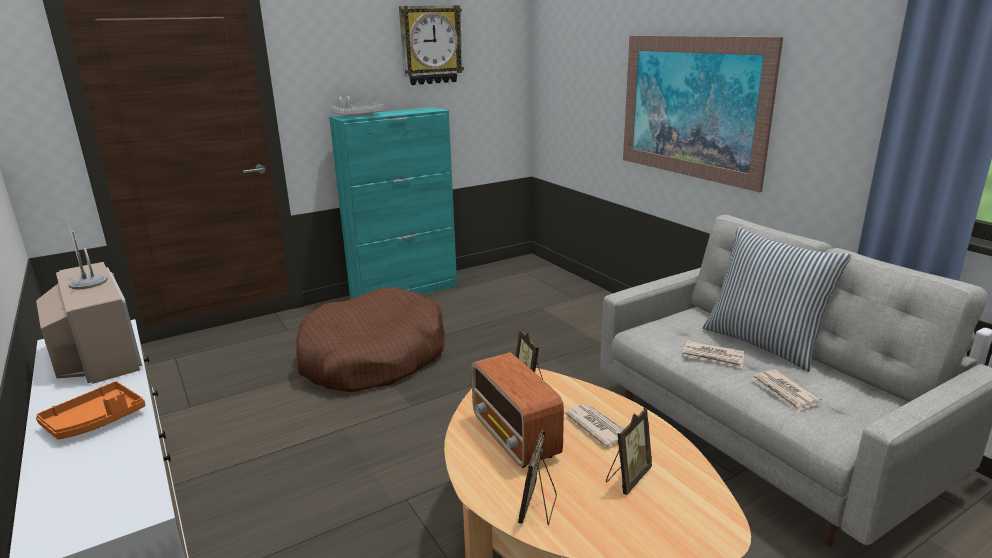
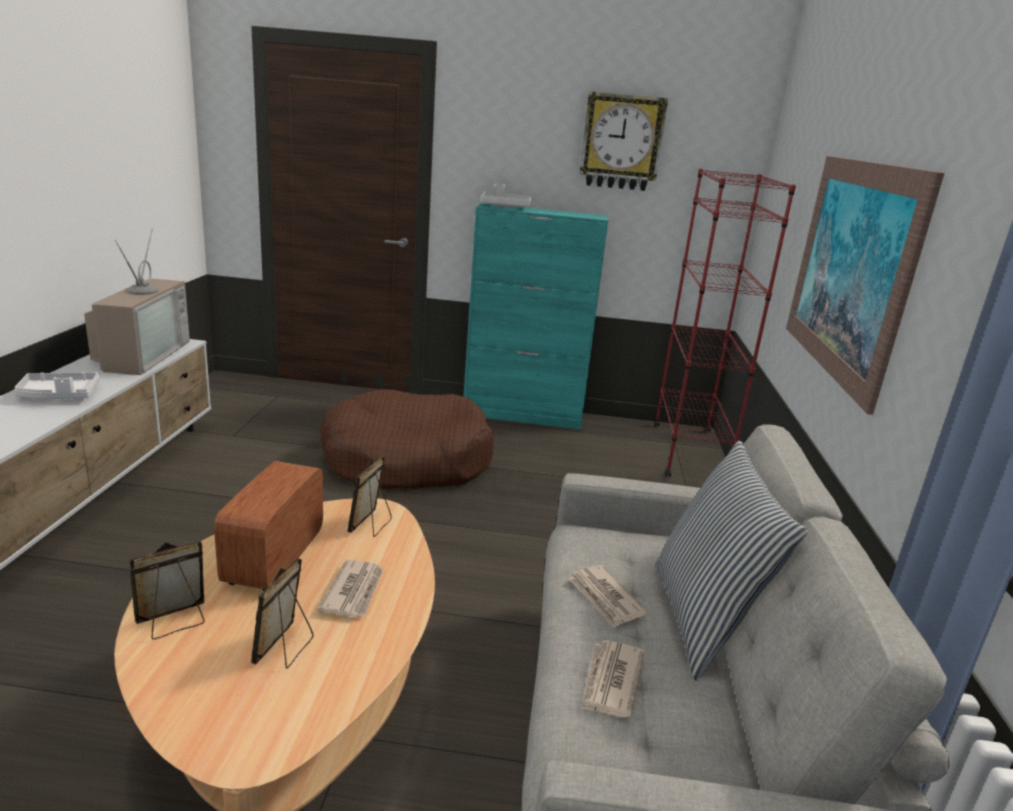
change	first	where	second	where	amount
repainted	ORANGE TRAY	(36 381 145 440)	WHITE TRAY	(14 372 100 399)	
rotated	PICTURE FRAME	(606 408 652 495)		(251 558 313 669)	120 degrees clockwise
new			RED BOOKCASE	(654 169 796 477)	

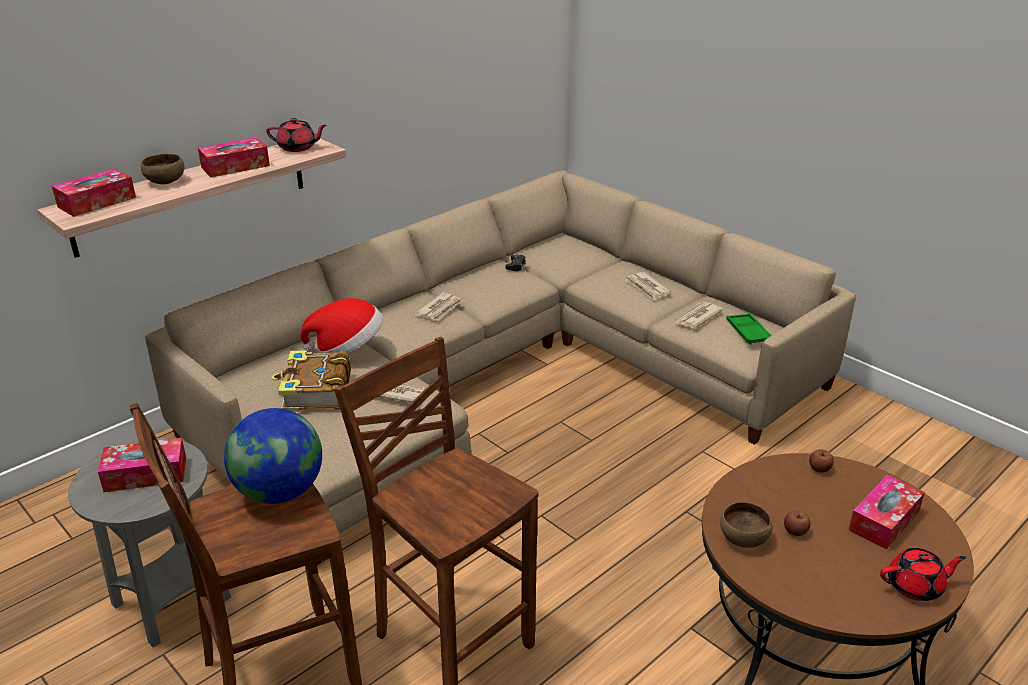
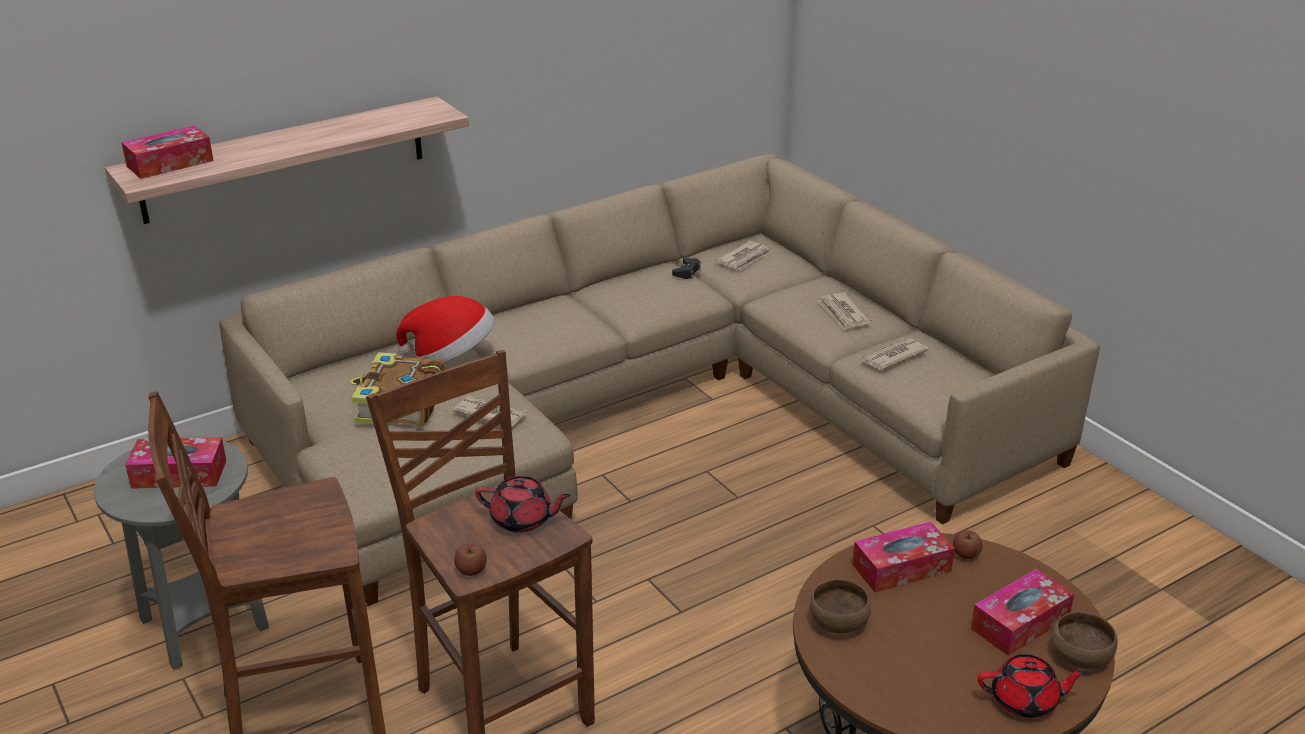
change	first	where	second	where	amount
shifted	RED TEAPOT	(266 118 327 152)		(475 476 571 533)	
shifted	TISSUE BOX	(198 137 270 178)		(852 521 955 592)	
shifted	BROWN BOWL	(141 154 184 184)		(1052 612 1118 669)	
shifted	NEWSPAPER	(414 292 462 321)		(715 241 772 270)	
gone	GREEN TRAY	(726 313 772 344)			
gone	GLOBE	(224 408 322 504)			
shifted	APPLE	(784 510 811 536)		(454 544 487 576)	

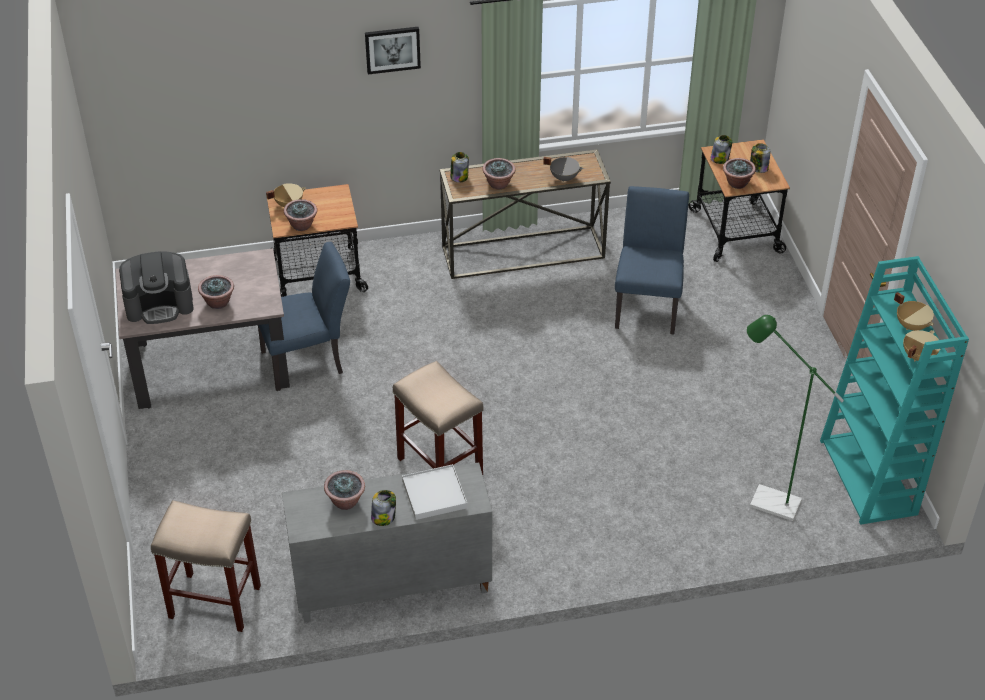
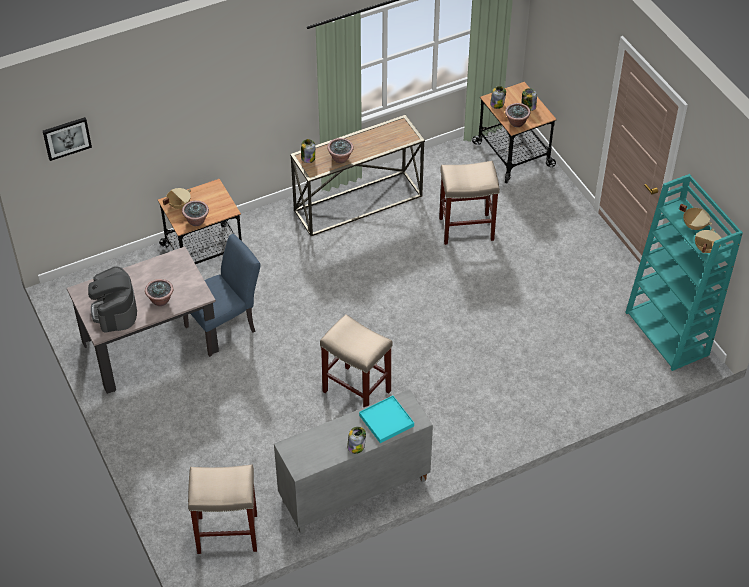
change	first	where	second	where	amount
shifted	PICTURE	(365 27 421 74)		(43 117 92 161)	
gone	GREY COOKING POT	(543 157 584 183)			
swapped	BLUE CHAIR	(615 186 689 334)	BEIGE STOOL	(439 161 500 245)	
rotated	COFFEE MACHINE	(119 251 194 324)		(88 266 137 333)	105 degrees clockwise
gone	GREEN FLOOR LAMP	(747 315 844 521)			
repainted	WHITE TRAY	(402 464 467 520)	TURQUOISE TRAY	(359 395 414 443)	
gone	POTTED PLANT	(324 470 365 510)			

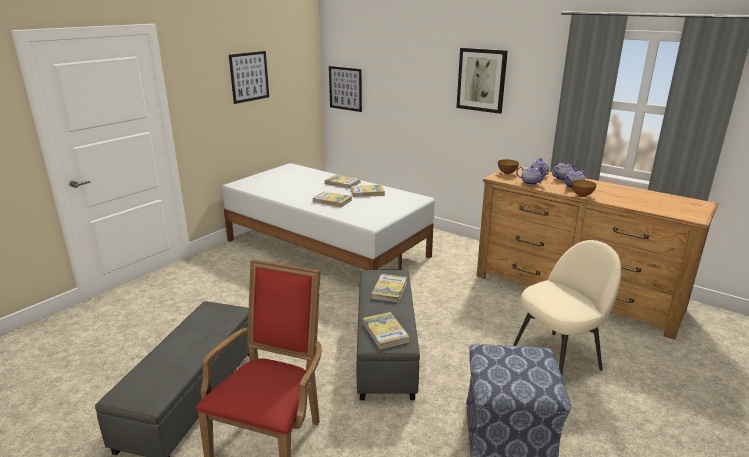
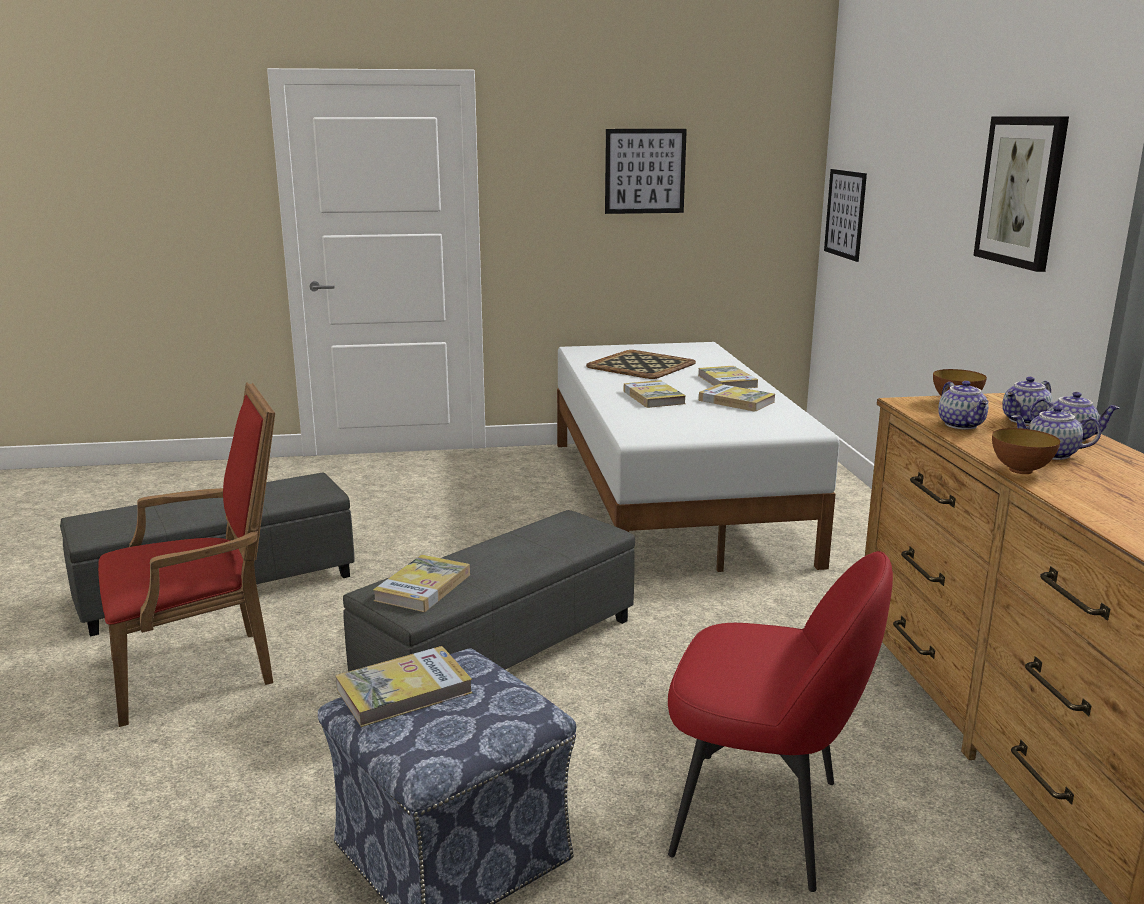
change	first	where	second	where	amount
repainted	BEIGE CHAIR	(513 240 621 375)	RED CHAIR	(668 551 893 892)	
shifted	BOOK	(371 274 407 302)		(336 646 473 727)	
new			TRAY	(586 350 696 379)	

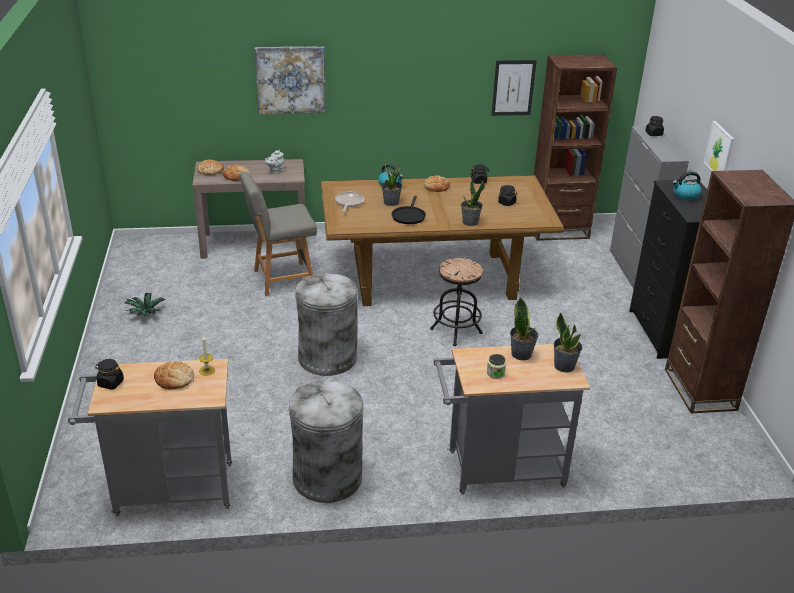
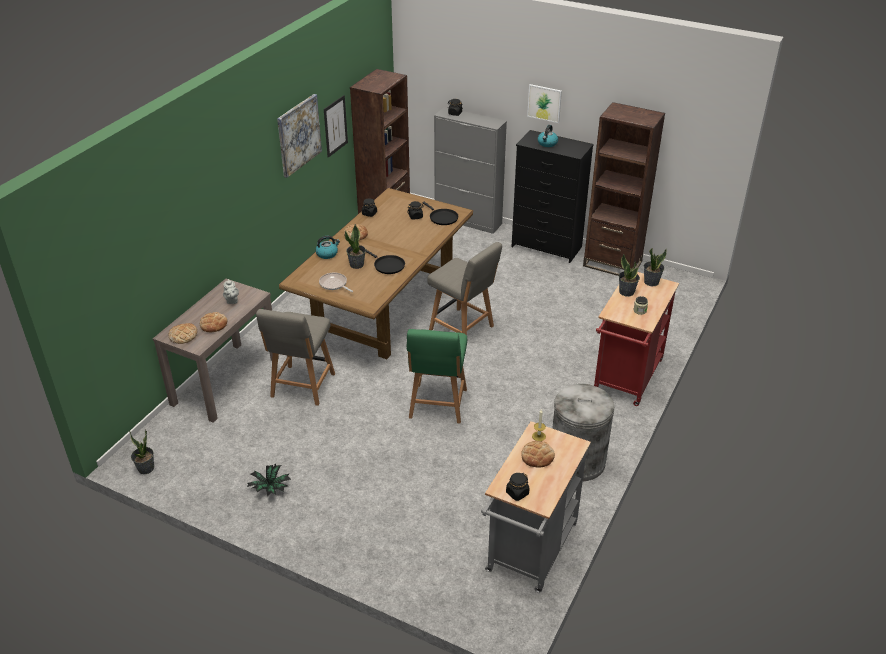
change	first	where	second	where	amount
shifted	PICTURE	(255 46 326 114)		(277 94 322 178)	
shifted	POTTED PLANT	(461 177 485 226)		(130 430 154 474)	
swapped	BLACK STOOL	(430 258 483 346)	GREY CHAIR	(427 242 502 335)	
swapped	GREY TRASH CAN	(295 273 358 376)	GREEN CHAIR	(407 329 467 423)	
repainted	GREY CART	(433 344 590 494)	RED CART	(594 272 679 406)	
new			BLACK FRYING PAN	(422 202 459 225)	

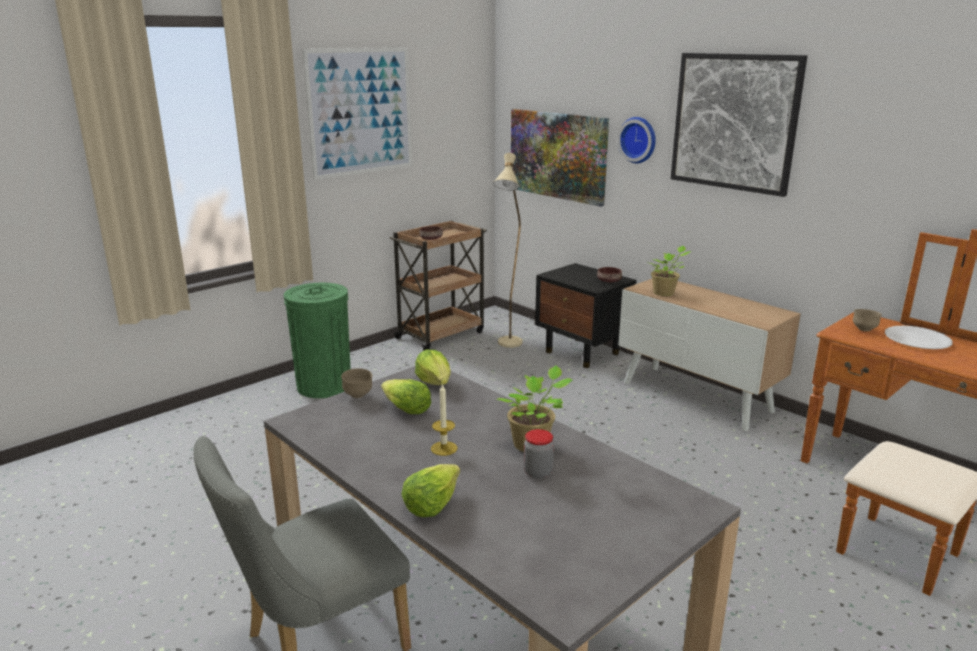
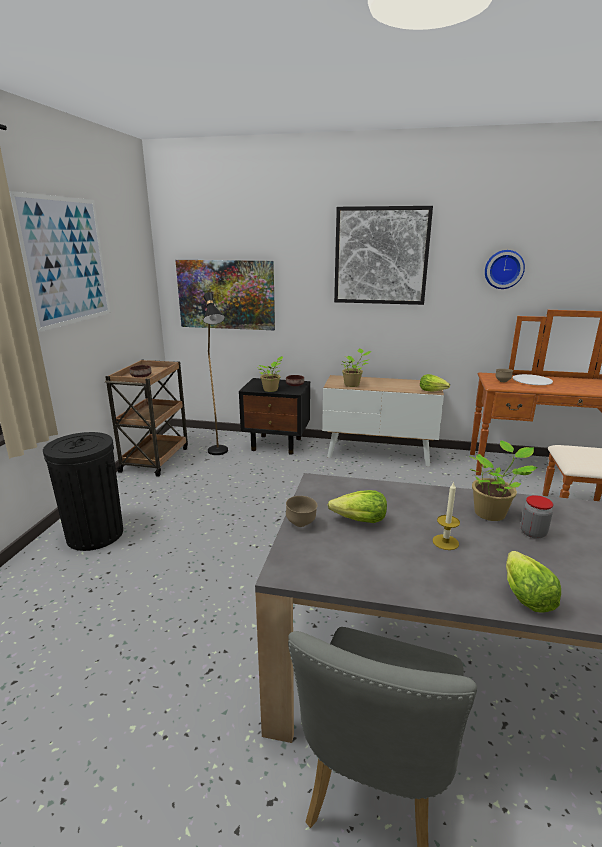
change	first	where	second	where	amount
shifted	WALL CLOCK	(617 117 656 163)		(485 250 525 289)	
repainted	BEIGE FLOOR LAMP	(493 153 522 348)	BLACK FLOOR LAMP	(203 292 228 455)	
repainted	GREEN TRASH CAN	(284 283 351 398)	BLACK TRASH CAN	(43 432 123 551)	
shifted	LETTUCE	(415 350 451 385)		(420 374 450 392)	
new			POTTED PLANT	(256 356 283 392)	

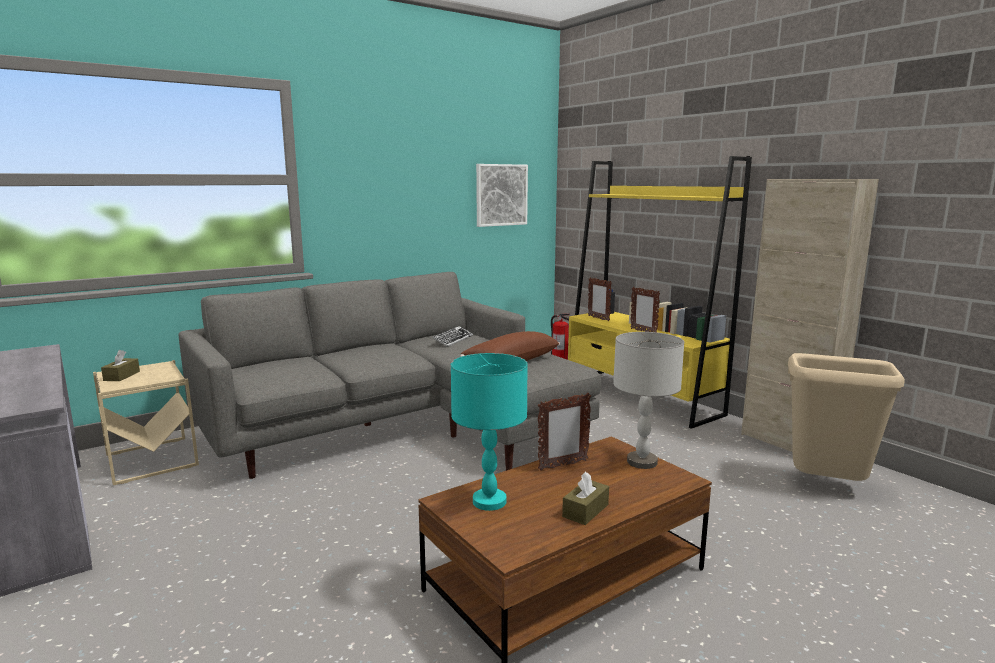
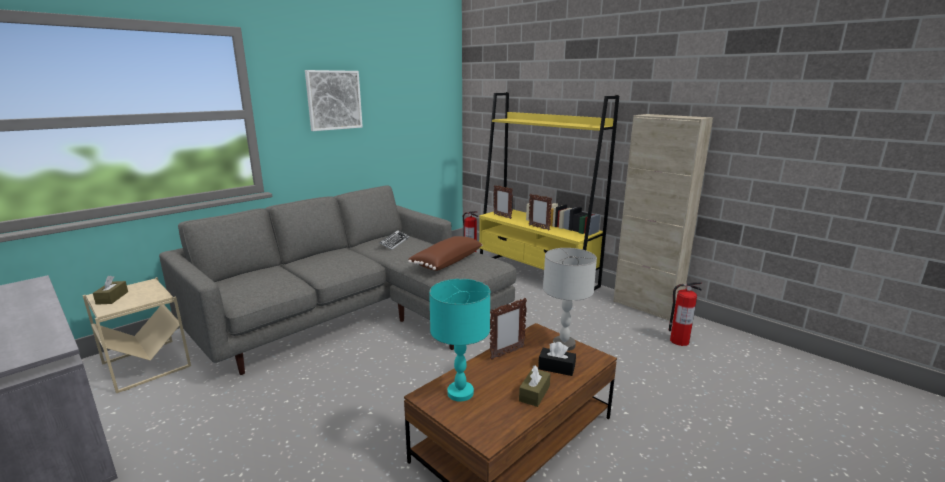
change	first	where	second	where	amount
shifted	PICTURE	(476 164 528 227)		(305 70 363 131)	
swapped	BEIGE TRASH CAN	(788 353 905 481)	FIRE EXTINGUISHER	(669 282 702 346)	
new			BLACK TISSUE BOX	(538 342 576 376)	

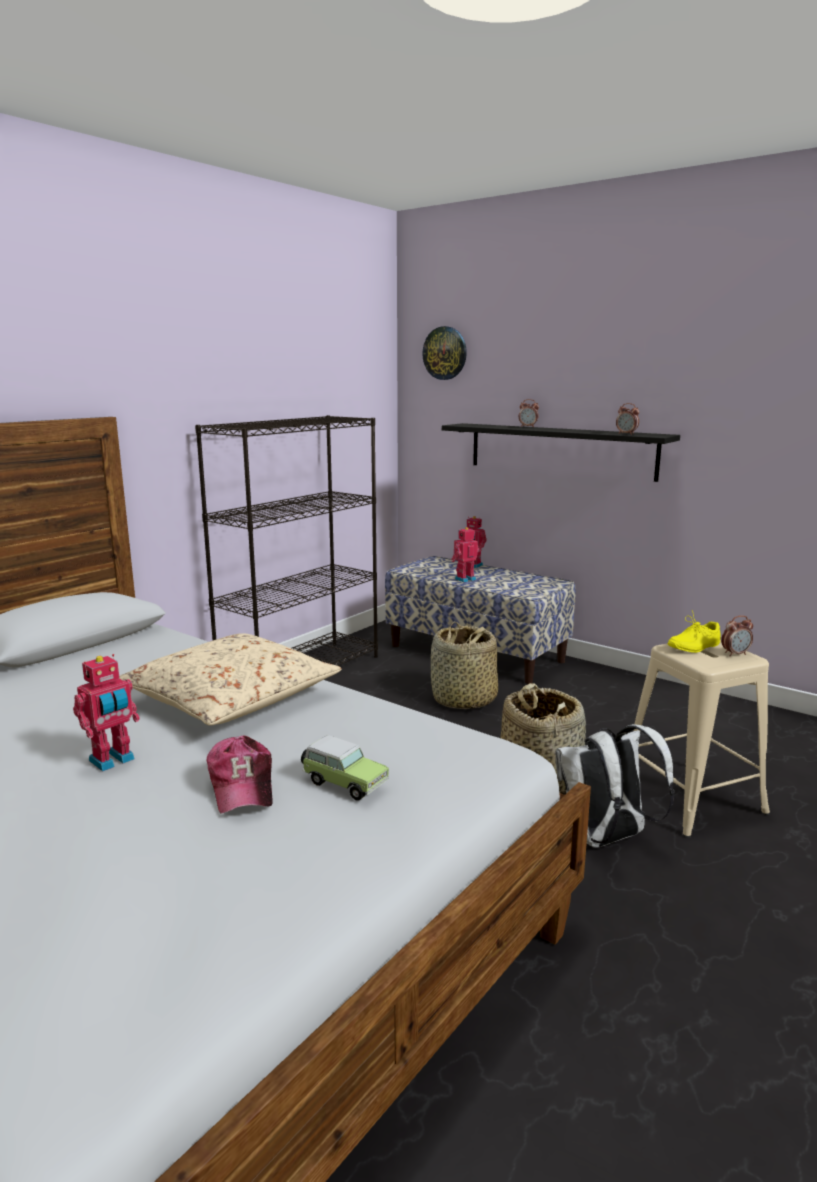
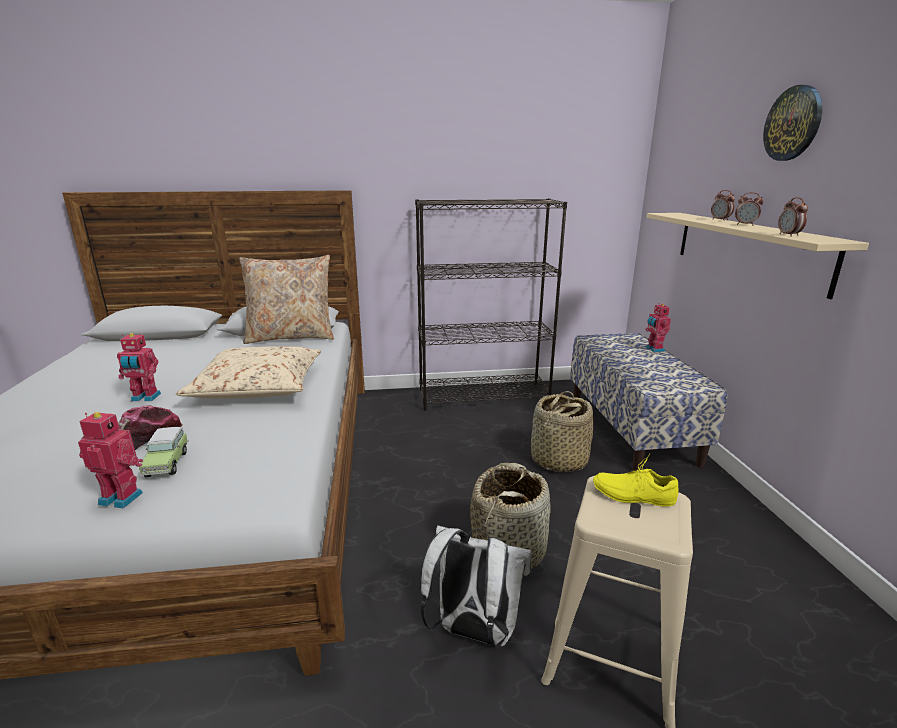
change	first	where	second	where	amount
shifted	WALL CLOCK	(422 326 467 380)		(763 85 822 161)	
repainted	BLACK SHELF	(442 423 680 482)	BEIGE SHELF	(646 213 869 299)	
shifted	TOY ROBOT	(451 527 479 582)		(78 412 143 509)	
shifted	ALARM CLOCK	(721 616 753 656)		(735 192 764 226)	
new			BEIGE PILLOW	(239 255 334 344)	

